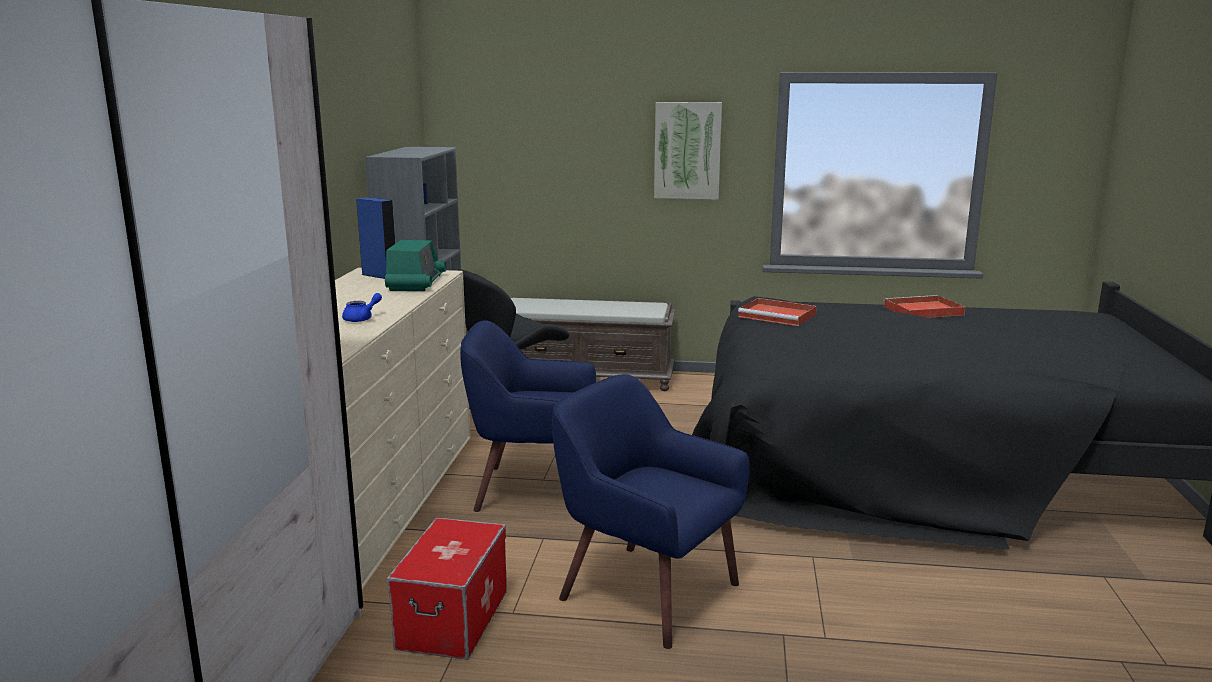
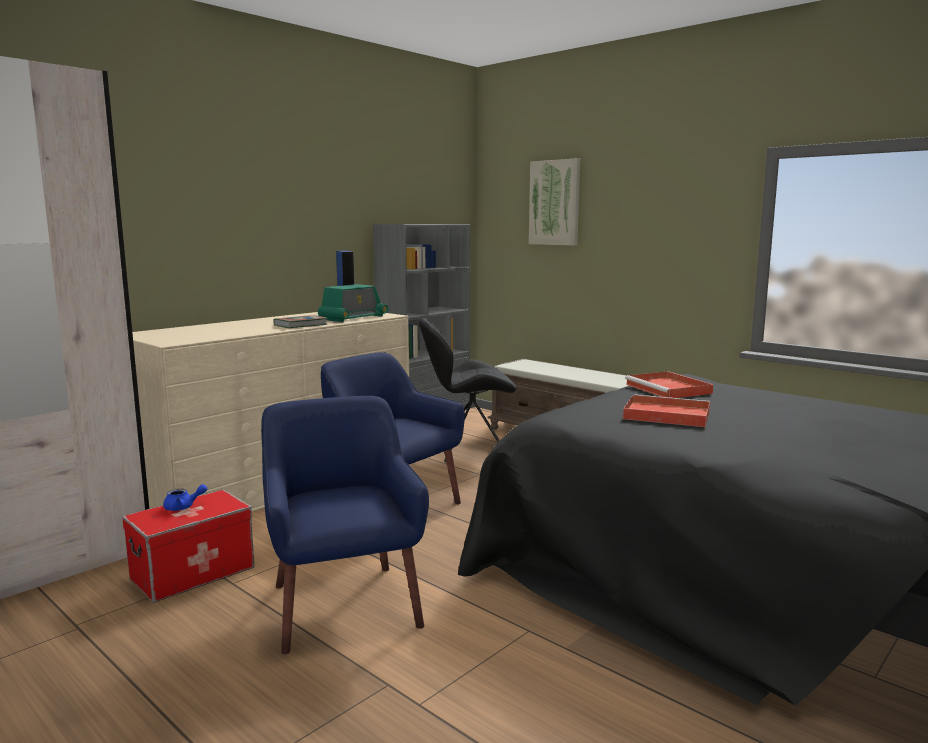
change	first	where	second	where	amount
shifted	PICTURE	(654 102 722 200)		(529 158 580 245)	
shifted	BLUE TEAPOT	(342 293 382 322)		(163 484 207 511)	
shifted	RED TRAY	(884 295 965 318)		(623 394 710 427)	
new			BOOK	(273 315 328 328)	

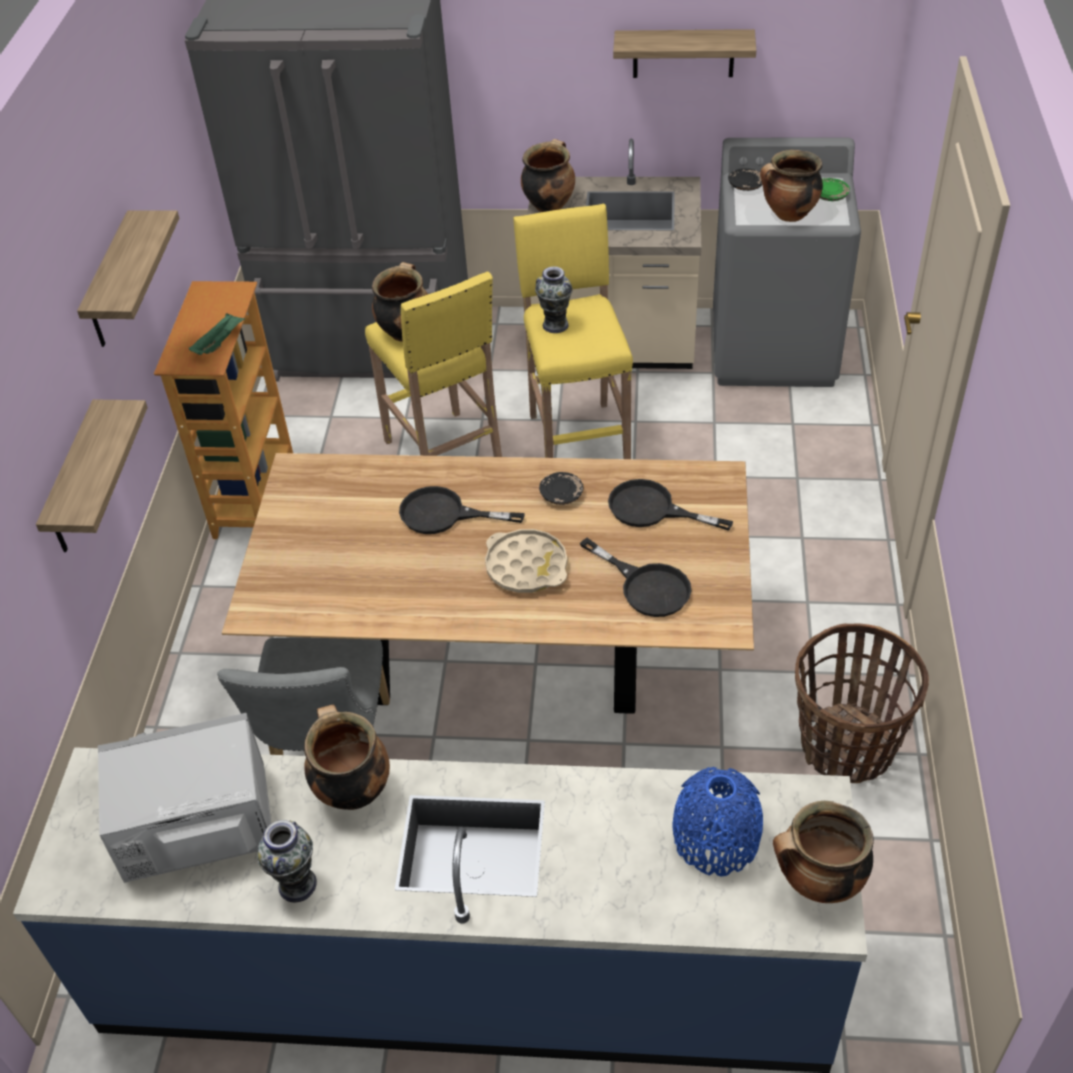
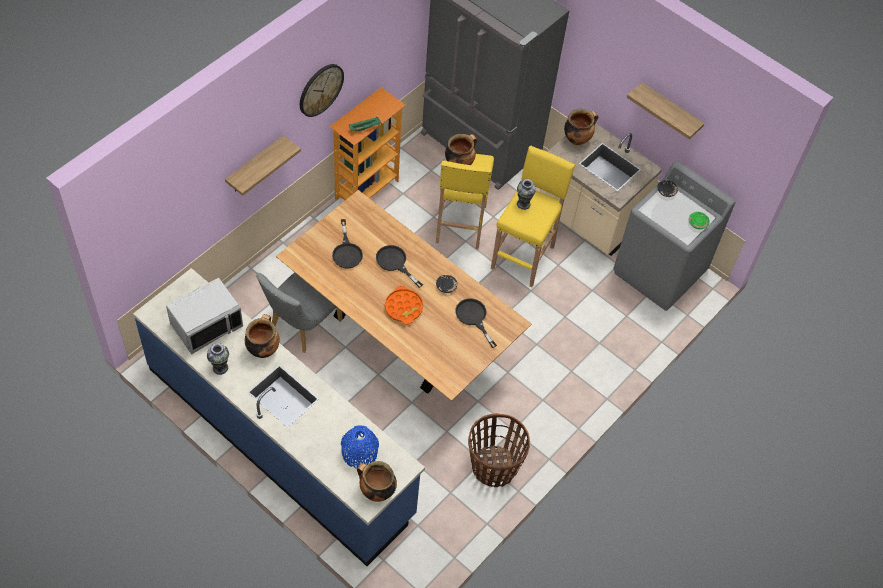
change	first	where	second	where	amount
gone	COOKING POT	(760 150 823 222)			
swapped	SHELF	(77 210 179 347)	WALL CLOCK	(300 64 344 117)	
repainted	BEIGE TRAY	(485 529 567 593)	ORANGE TRAY	(385 286 423 324)	
shifted	BLACK FRYING PAN	(580 538 691 617)		(332 219 363 269)	
rotated	GREY MICROWAVE	(98 713 271 883)		(166 278 243 354)	120 degrees clockwise

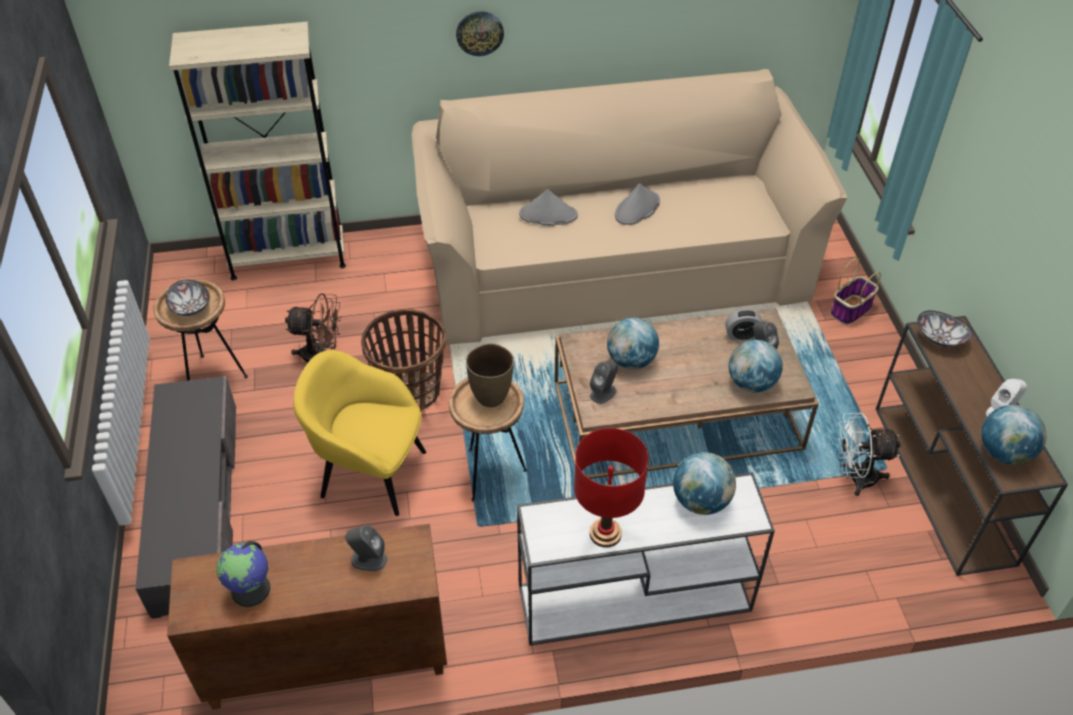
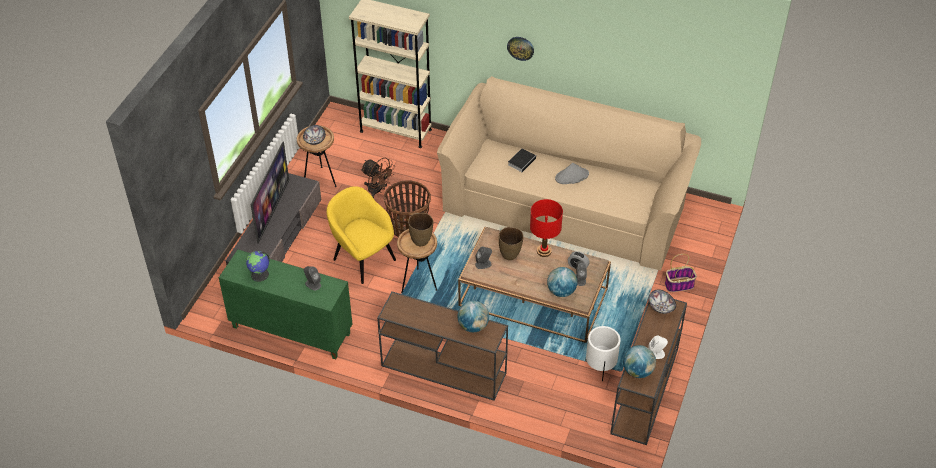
change	first	where	second	where	amount
swapped	GREY HAT	(519 189 578 226)	BOOK	(508 148 538 172)	
swapped	GLOBE	(607 317 659 369)	BROWN VASE	(499 227 524 260)	
swapped	WHITE FAN	(837 412 901 496)	WHITE PLANTER	(585 326 621 381)	
shifted	RED TABLE LAMP	(574 428 649 548)		(530 199 563 257)	
repainted	WHITE CONSOLE TABLE	(517 472 775 645)	BROWN CONSOLE TABLE	(377 291 508 401)	
repainted	BROWN CABINET	(167 524 447 709)	GREEN CABINET	(219 249 352 359)	
new			TELEVISION	(251 141 289 244)	

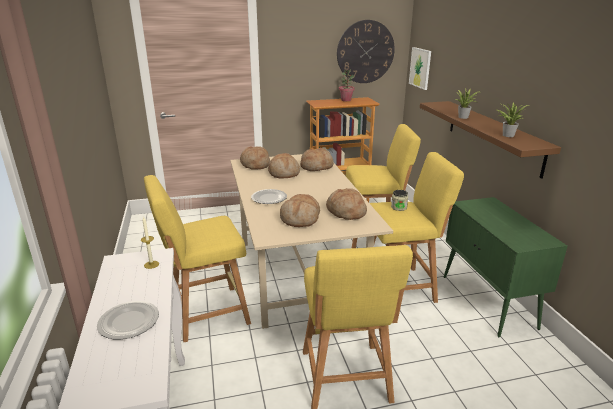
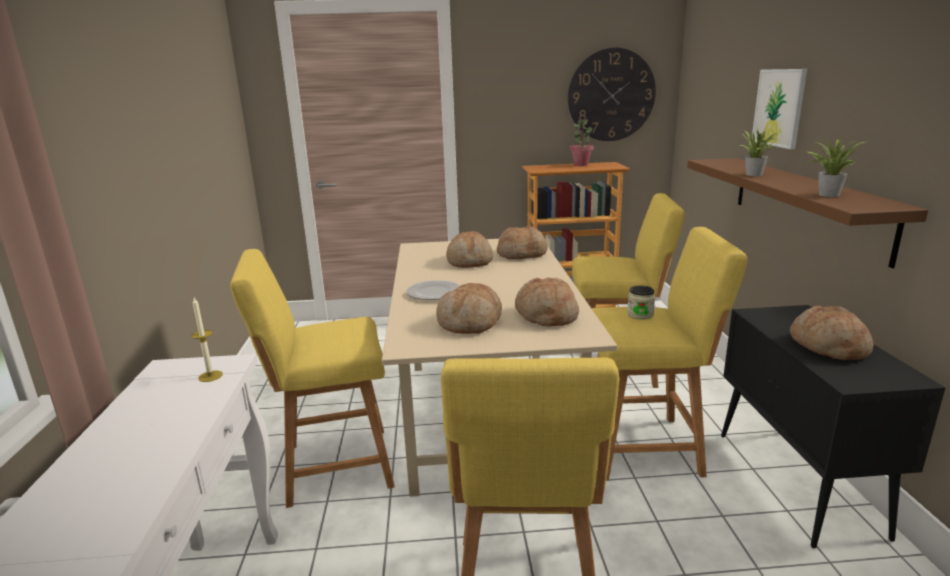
change	first	where	second	where	amount
shifted	PICTURE	(409 47 431 90)		(752 69 807 149)	
shifted	BREAD	(240 146 270 170)		(790 306 874 360)	
repainted	GREEN CABINET	(444 197 568 337)	BLACK CABINET	(721 305 945 548)	
gone	PLATE	(97 301 159 339)			

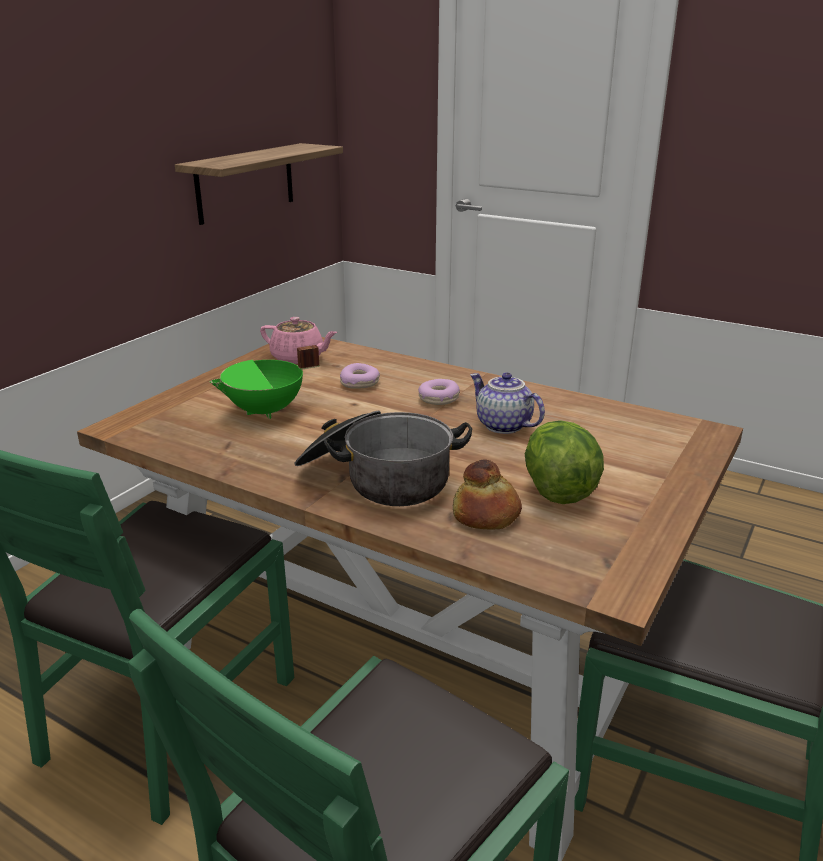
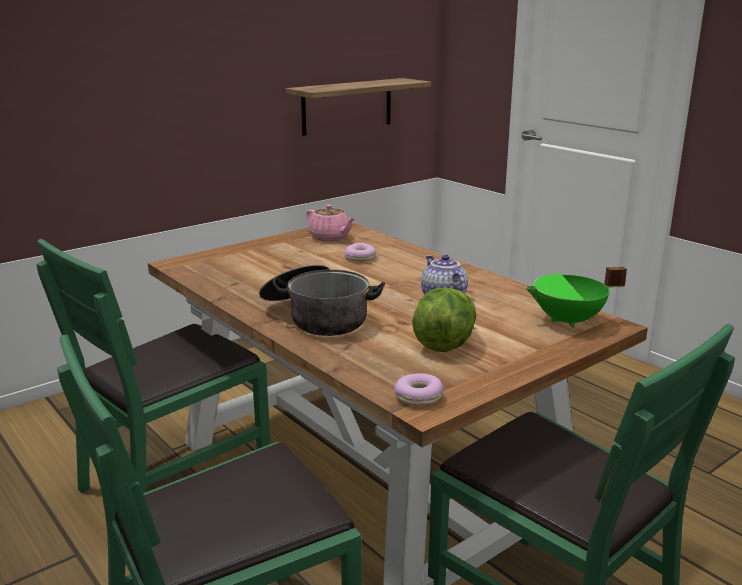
change	first	where	second	where	amount
shifted	GREEN COOKING POT	(210 345 319 419)		(525 267 627 328)	
shifted	DONUT	(418 379 460 405)		(394 373 443 406)	
gone	BREAD	(453 459 522 530)			

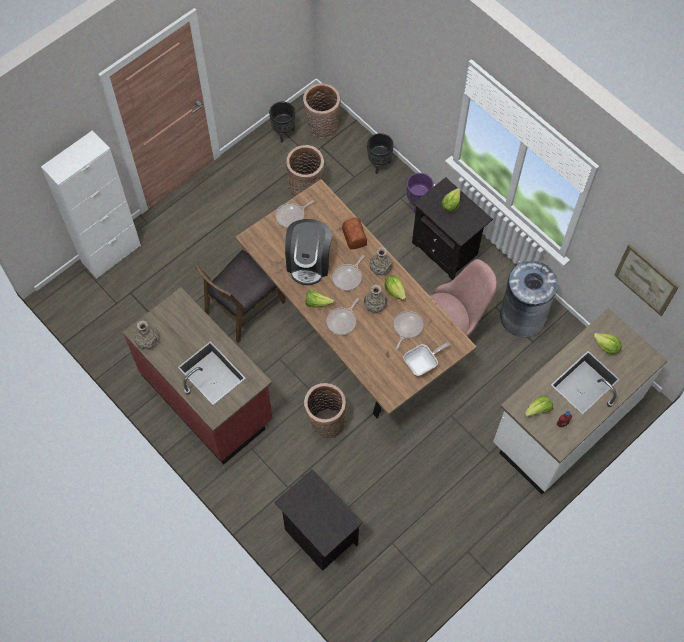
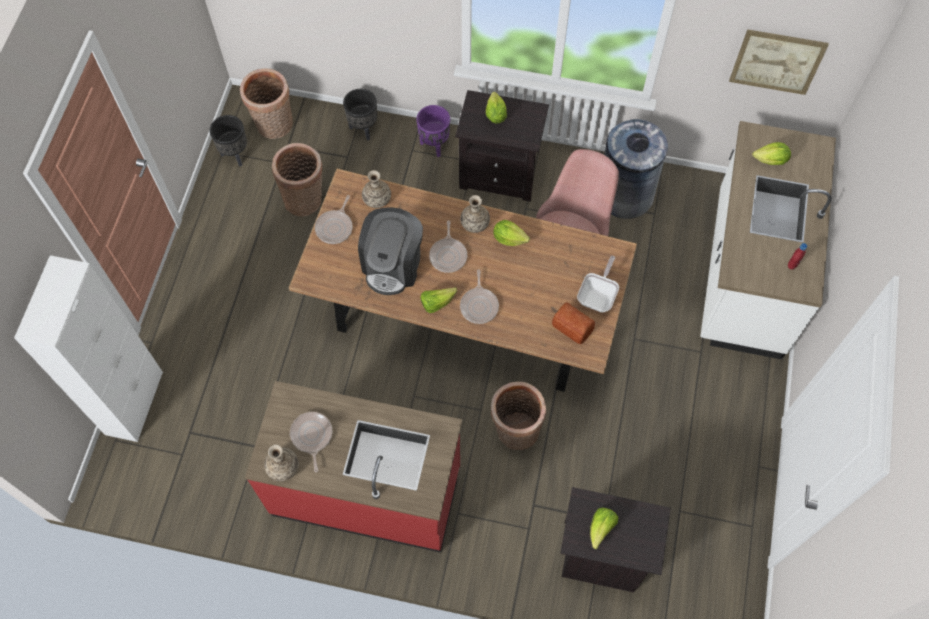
change	first	where	second	where	amount
shifted	BREAD	(342 218 367 250)		(552 302 595 344)	
rotated	COFFEE MACHINE	(285 219 332 285)		(358 207 423 295)	45 degrees clockwise
gone	BROWN CHAIR	(194 250 286 343)			
shifted	VASE	(364 285 387 313)		(362 170 391 208)	
shifted	FRYING PAN	(394 311 423 349)		(290 412 332 472)	
shifted	LETTUCE	(524 395 553 417)		(590 508 618 549)	

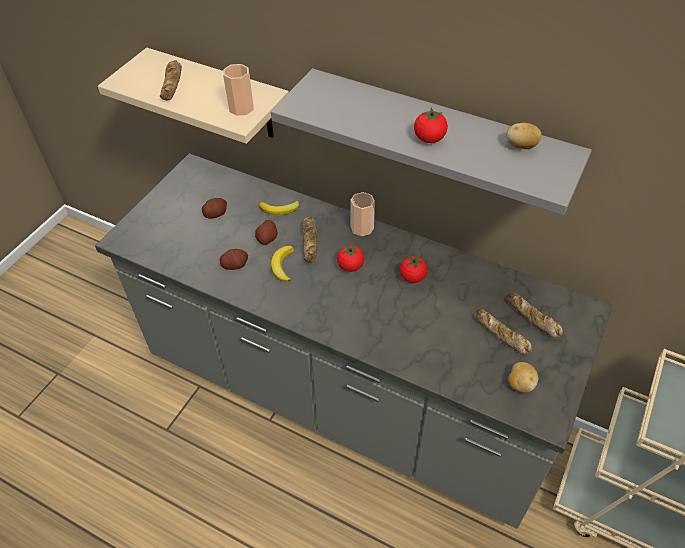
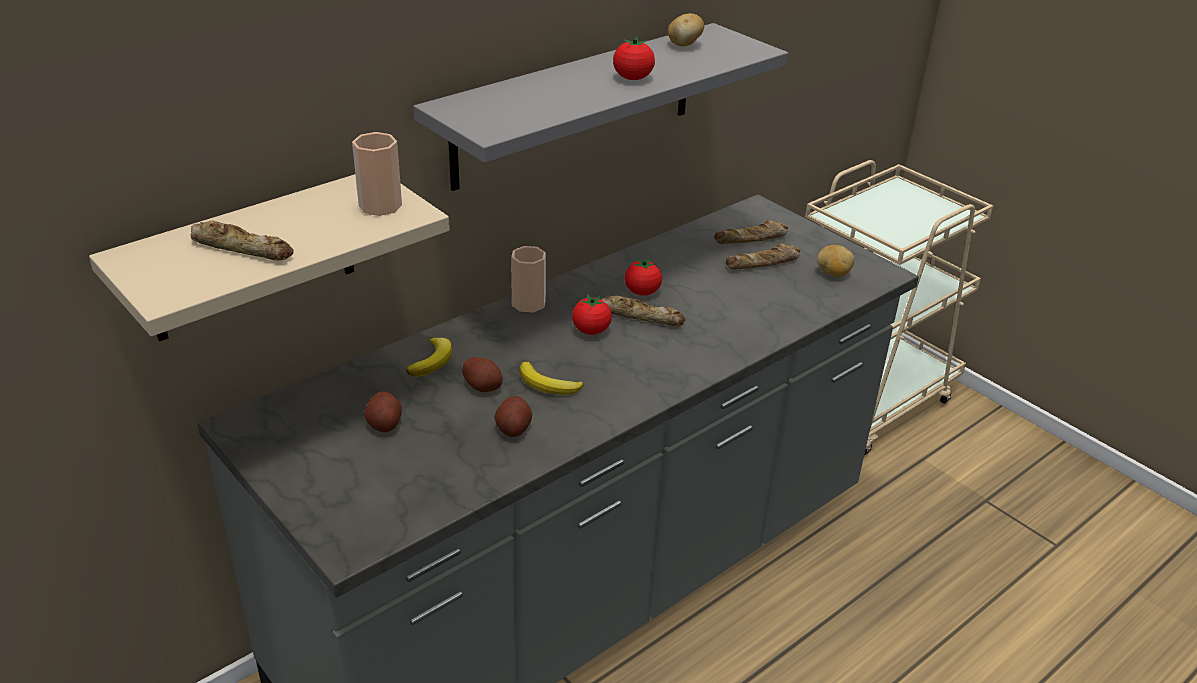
change	first	where	second	where	amount
shifted	BREAD	(302 216 317 263)		(601 296 686 326)	

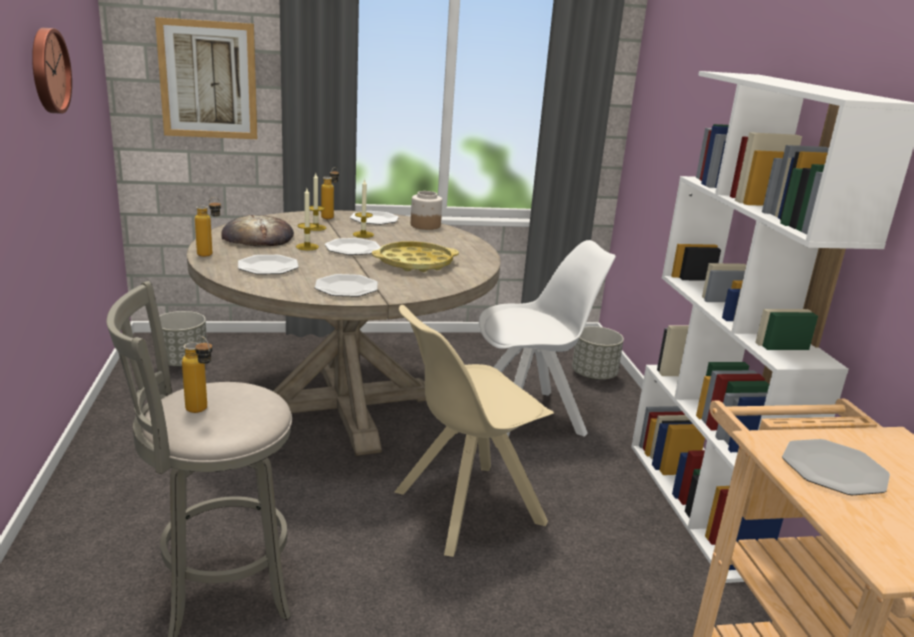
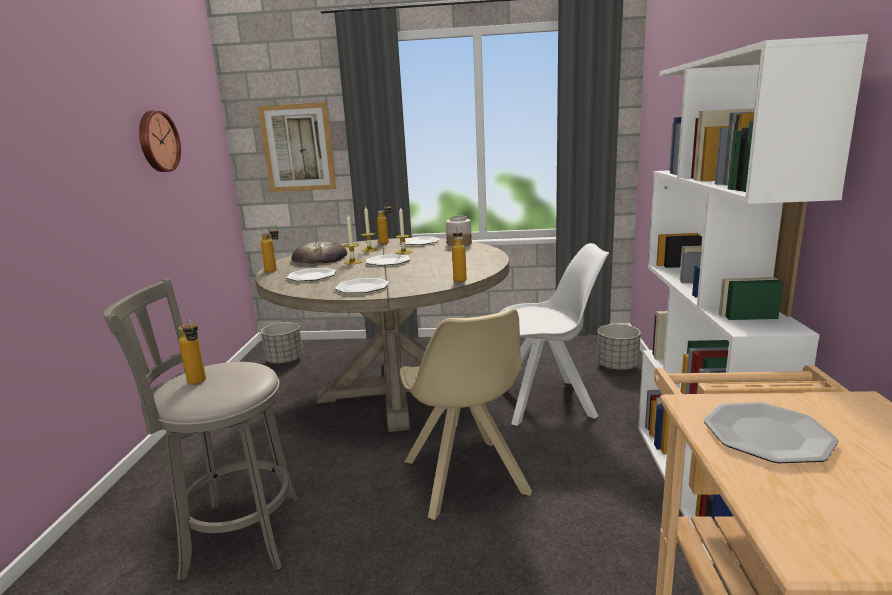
change	first	where	second	where	amount
gone	YELLOW TRAY	(372 241 459 272)			
rotated	BEIGE CHAIR	(394 305 554 557)		(400 308 532 520)	90 degrees counterclockwise
new			BOTTLE	(452 227 467 282)	

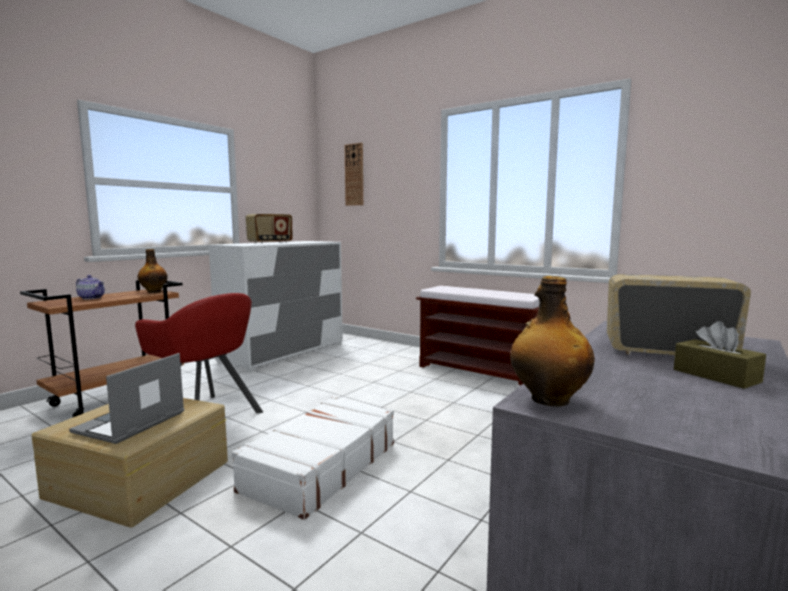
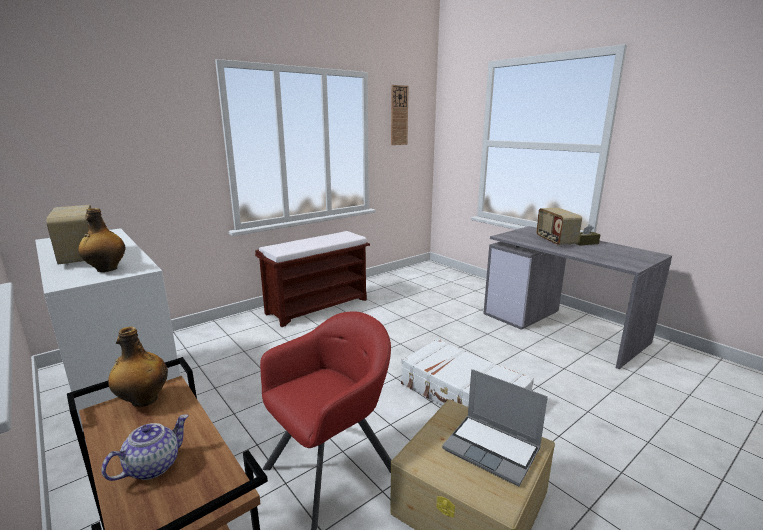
change	first	where	second	where	amount
shifted	WALL CLOCK	(345 143 363 206)		(391 85 409 145)	
rotated	RADIO	(607 274 751 355)		(536 208 582 246)	45 degrees counterclockwise
shifted	BOTTLE	(510 276 595 407)		(78 208 125 272)	

